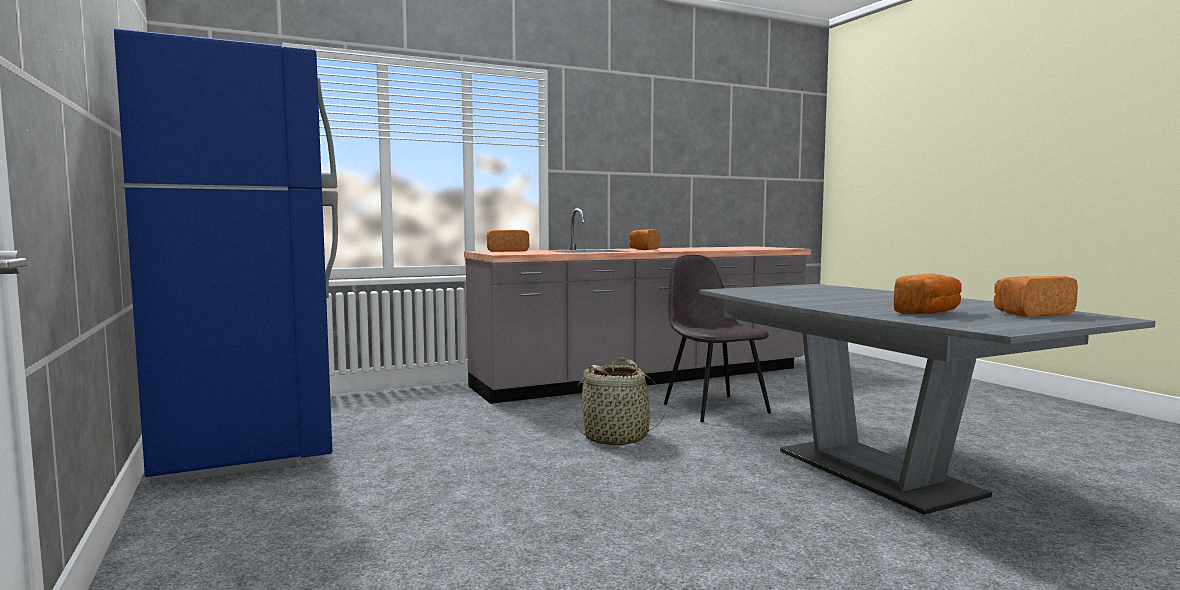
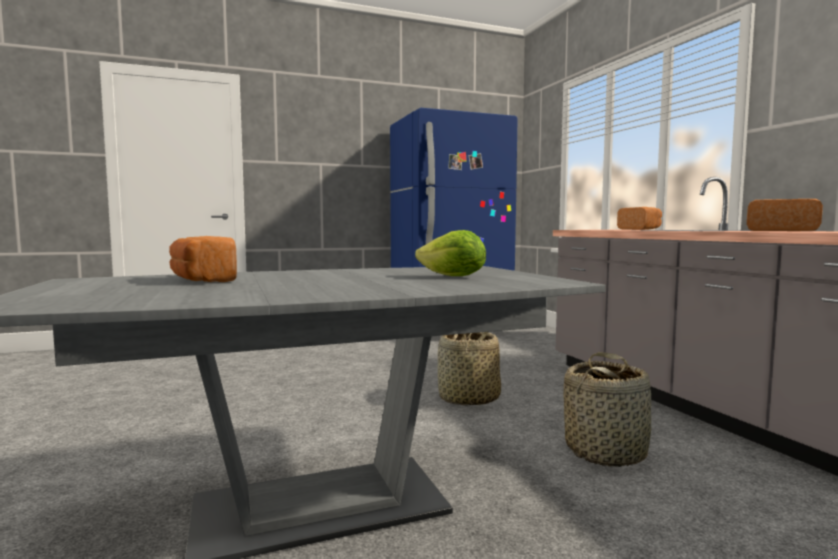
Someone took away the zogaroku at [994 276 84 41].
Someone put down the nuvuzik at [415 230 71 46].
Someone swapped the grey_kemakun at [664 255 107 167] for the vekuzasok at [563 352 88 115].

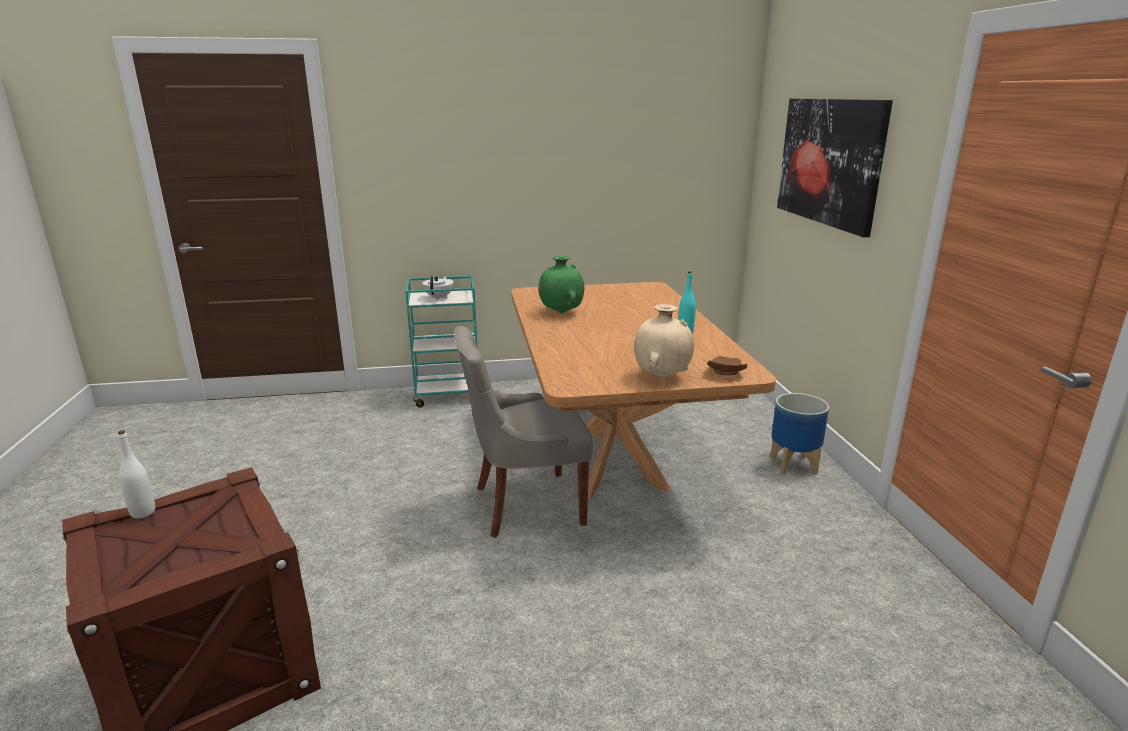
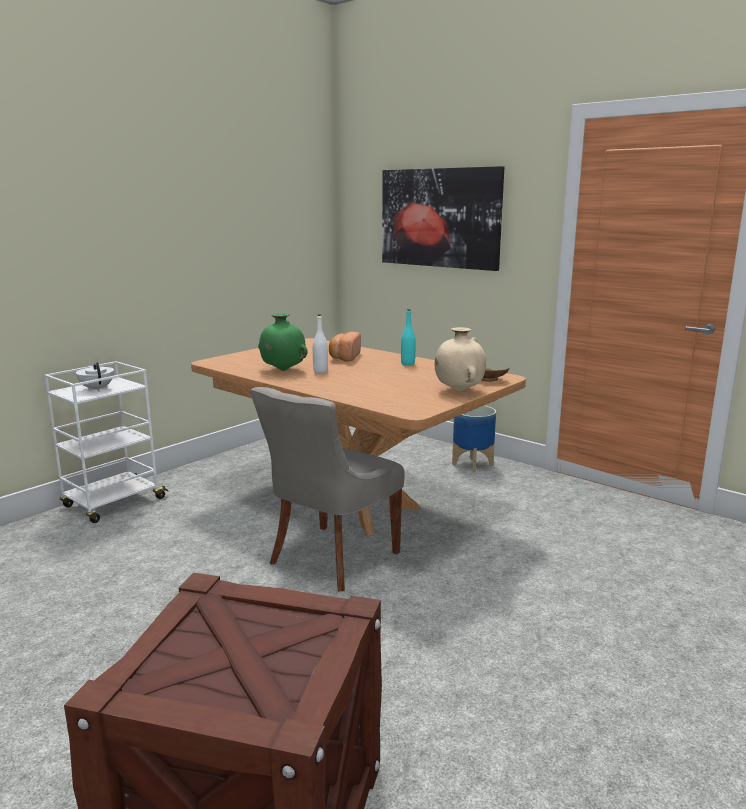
Someone put down the zogaroku at [329 332 32 29].
Someone carried the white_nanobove from [117 430 38 88] to [313 314 15 59].
Someone repainted the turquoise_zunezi at [405 276 73 131], which became the white_zunezi at [44 361 125 162].

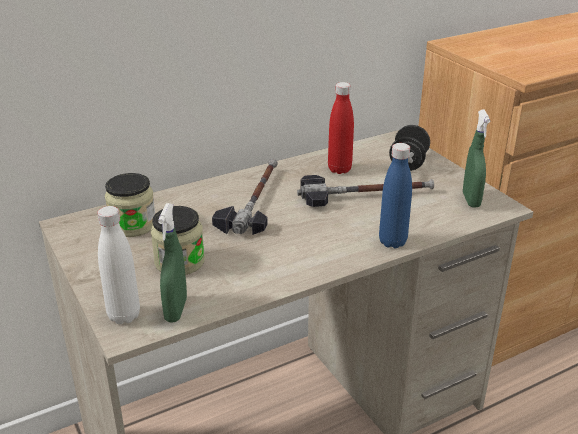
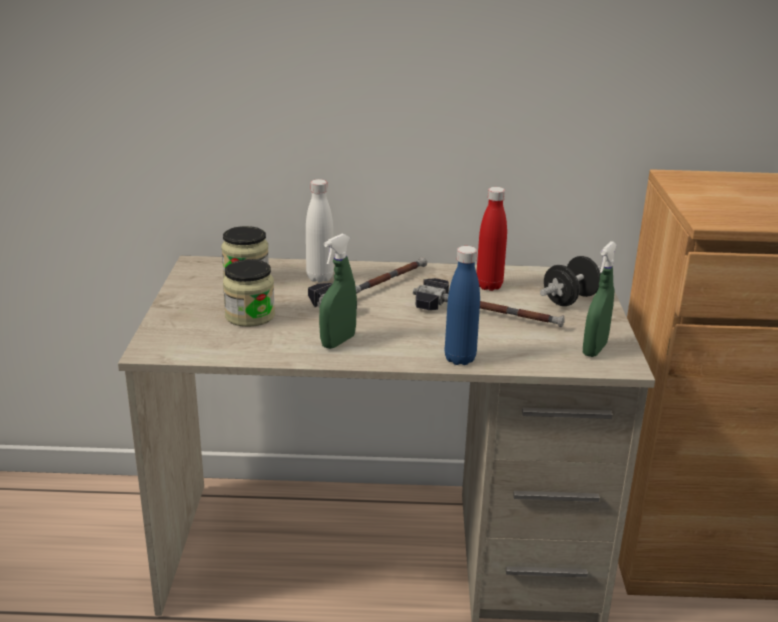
Someone carried the white_nanobove from [97 206 43 118] to [306 179 28 104].
Someone carried the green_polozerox from [158 203 29 120] to [319 234 38 115].

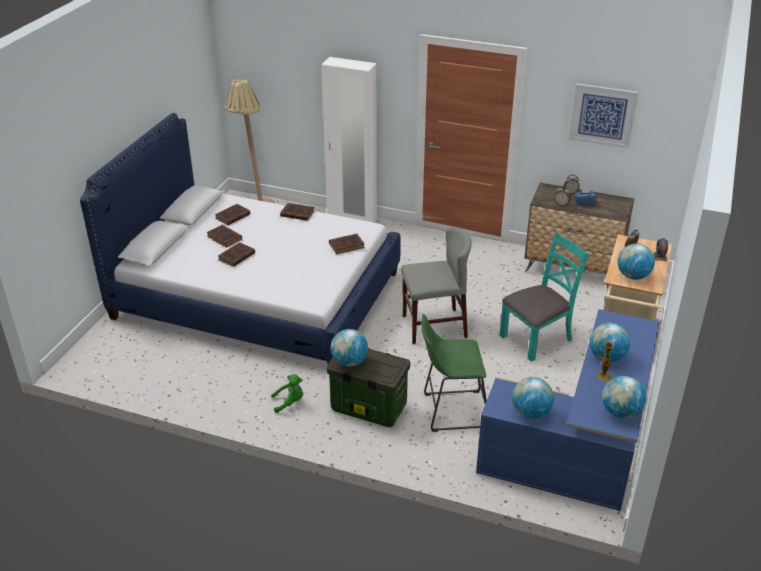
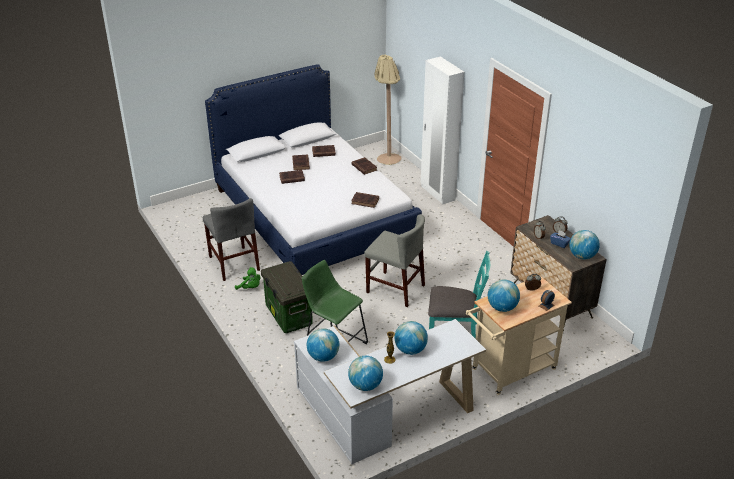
Someone took away the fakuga at [569 83 69 66].
Someone put down the grey_kemakun at [203 198 57 83].
Someone carried the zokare from [331 329 37 38] to [569 230 31 29].
Someone repainted the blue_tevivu at [476 309 184 202], which became the white_tevivu at [294 319 192 145].

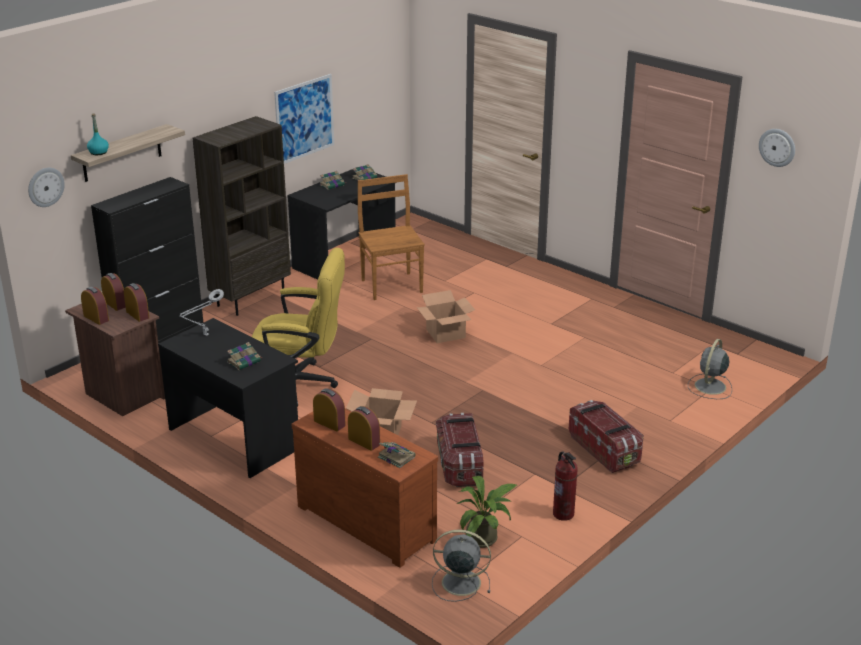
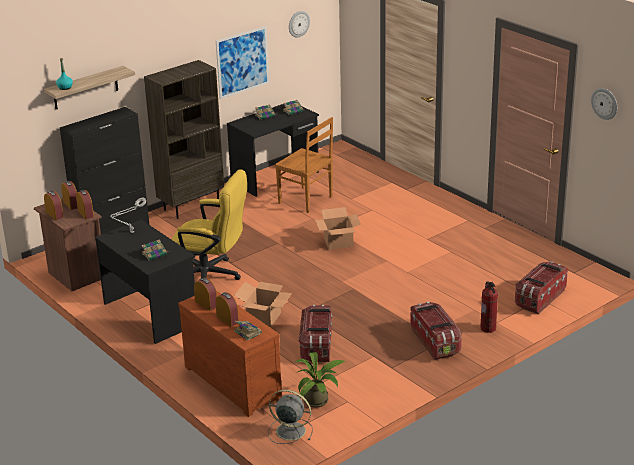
Someone carried the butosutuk from [28 168 37 39] to [289 11 21 26].
Someone carried the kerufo from [553 451 25 70] to [480 281 18 52].
Someone swapped the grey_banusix at [688 339 44 60] for the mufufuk at [515 261 53 53].
Someone rotated the brown_kemakun at [358 174 67 126] by 135 degrees clockwise.

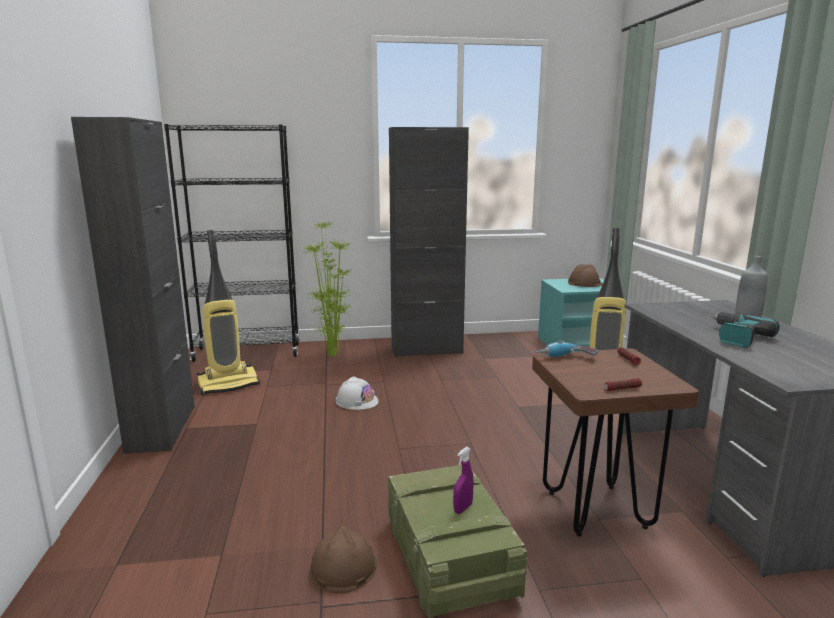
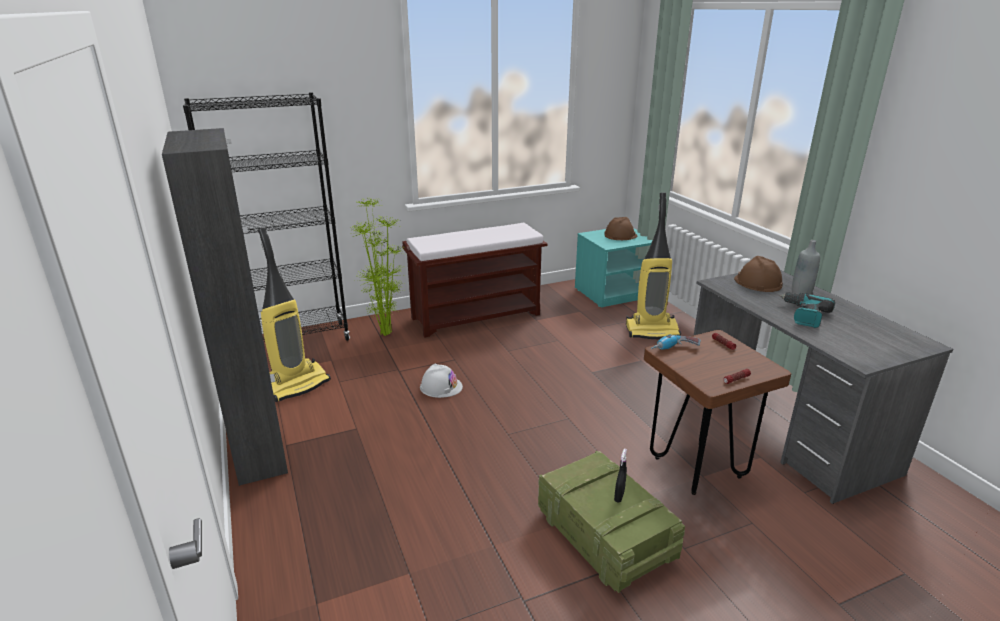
Someone carried the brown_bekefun from [310 526 67 67] to [734 256 49 36].
Someone swapped the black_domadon at [389 127 80 230] for the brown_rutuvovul at [402 223 146 115].
Someone repainted the purple_polozerox at [453 447 21 67], which became the black_polozerox at [614 449 13 54].

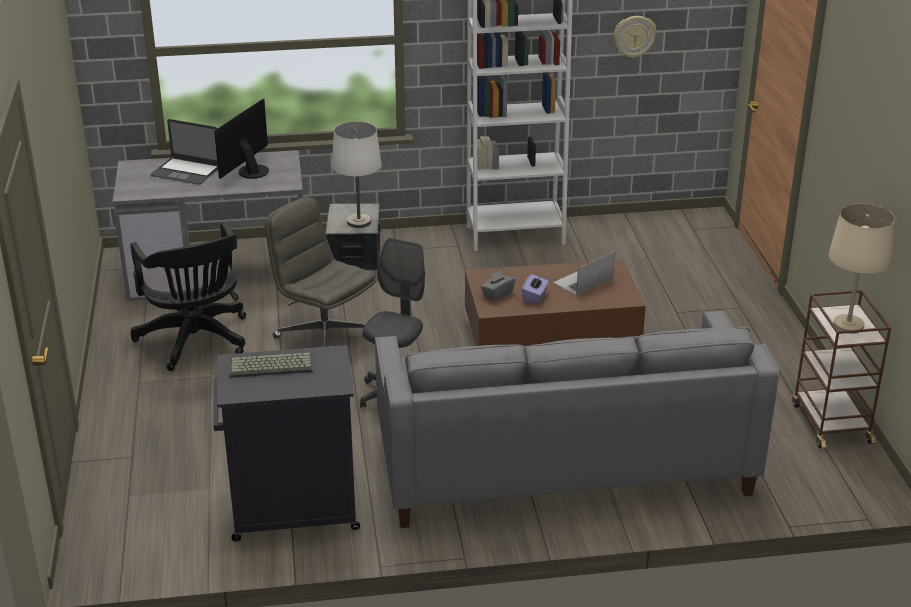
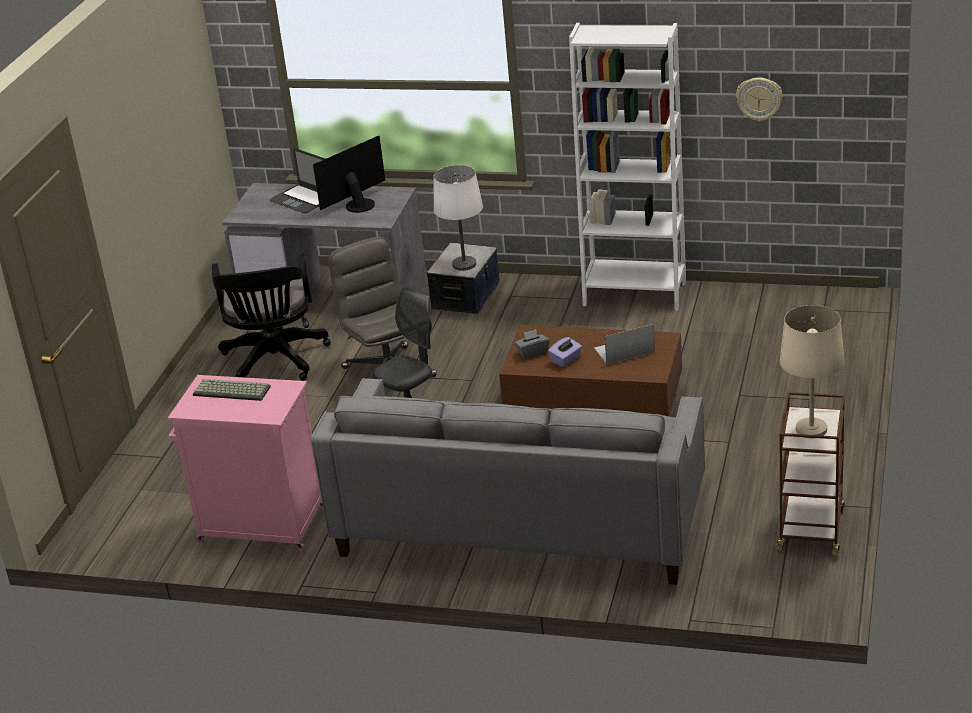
Someone repainted the black_domadon at [213 345 147 197], which became the pink_domadon at [168 375 155 176].

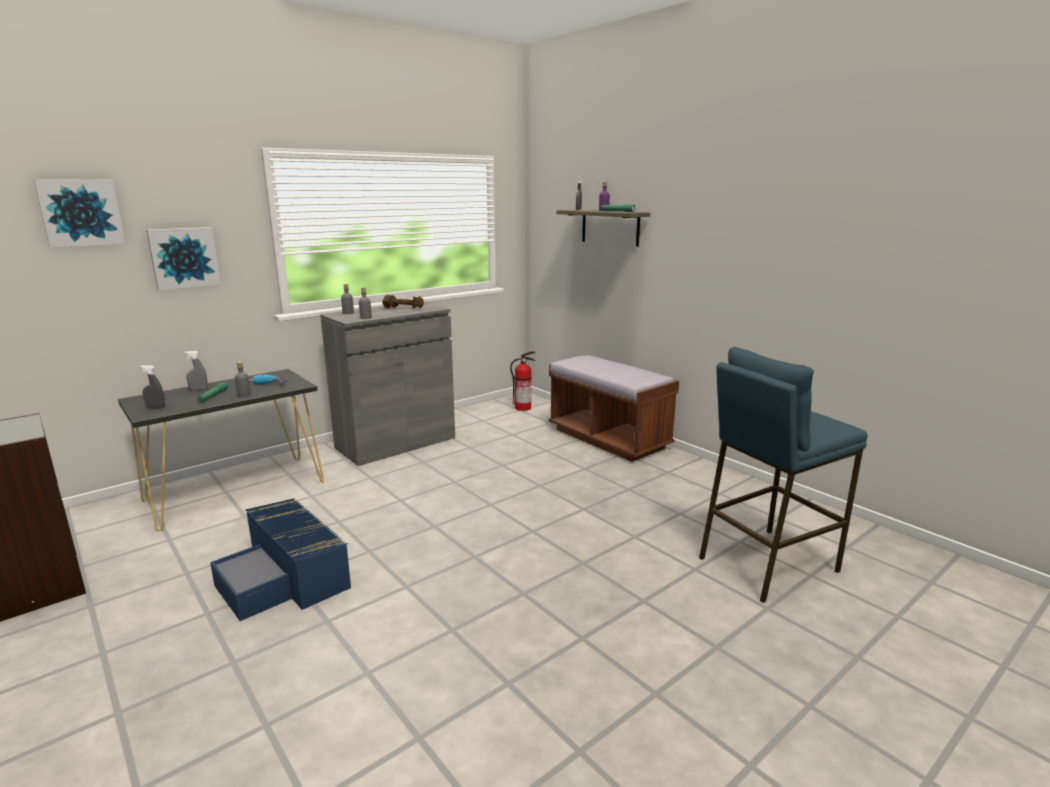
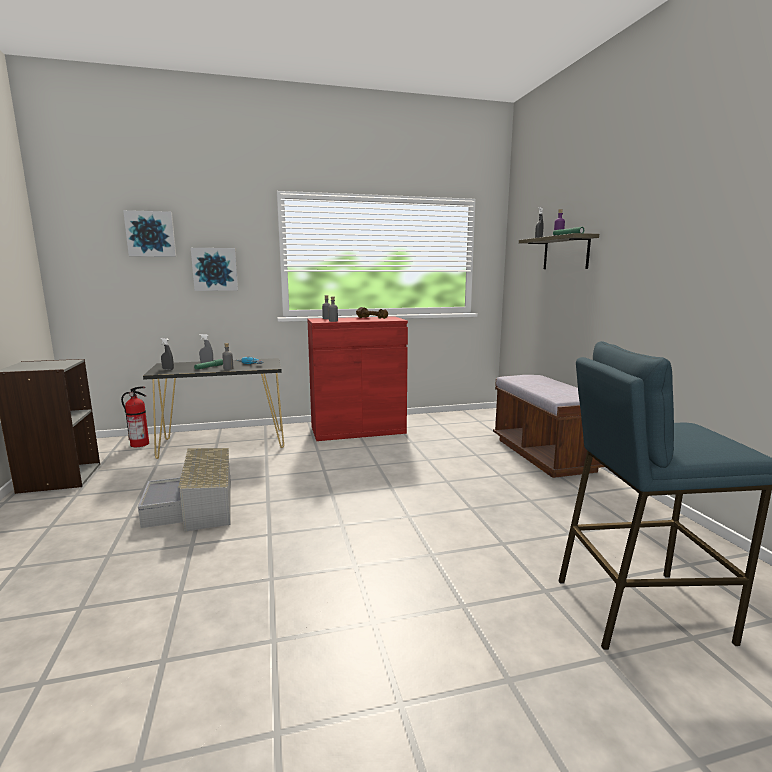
Someone carried the kerufo from [510 351 25 60] to [121 386 28 61].
Someone repainted the blue_mufufuk at [210 498 141 123], which became the grey_mufufuk at [138 448 93 84].
Someone repainted the grey_domadon at [320 302 135 164], which became the red_domadon at [307 316 101 125].

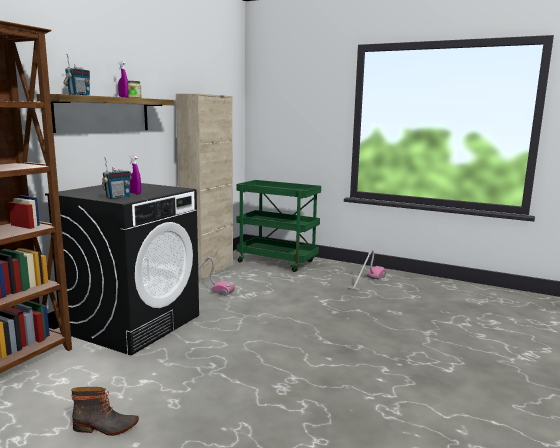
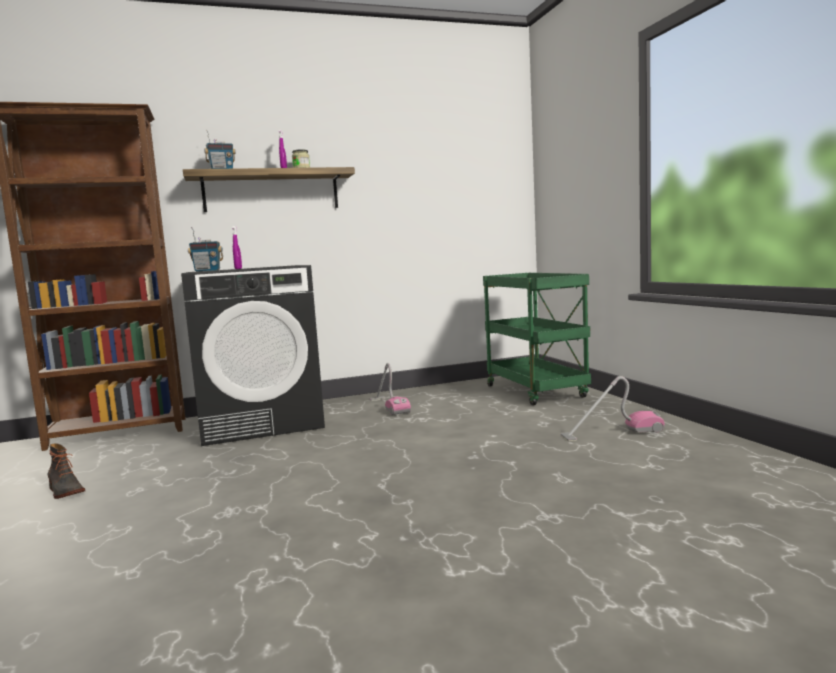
Someone took away the beige_domadon at [176 94 57 186].

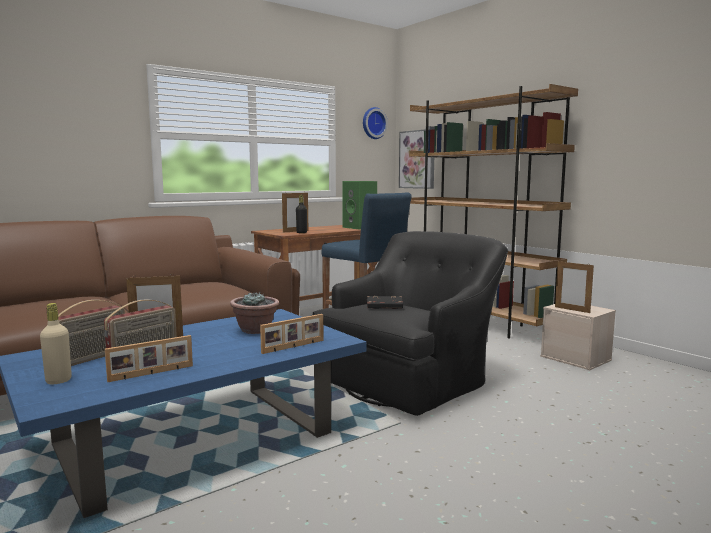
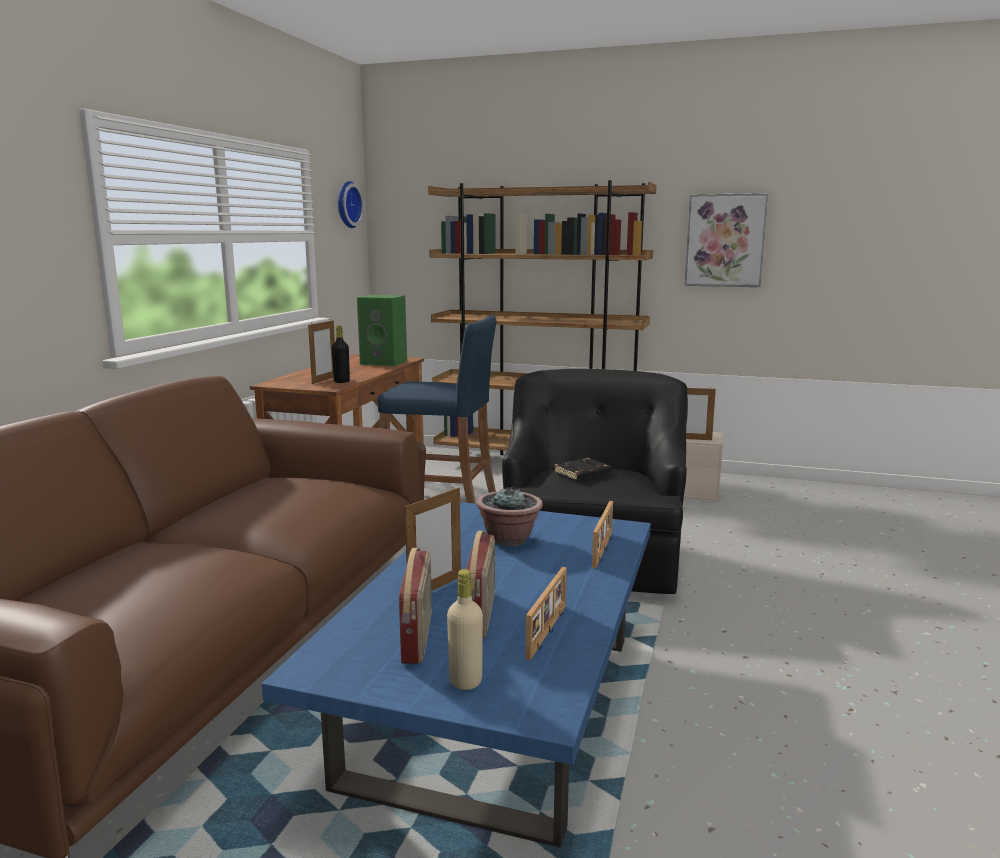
Someone carried the fakuga from [399 129 35 60] to [685 193 83 94].

